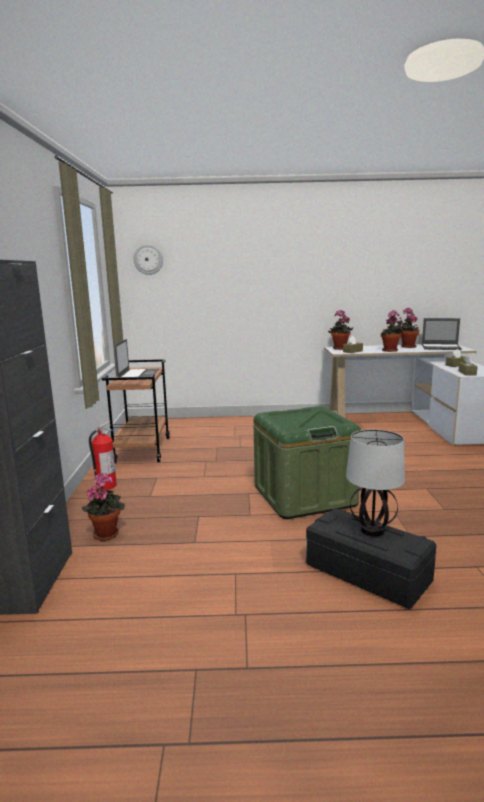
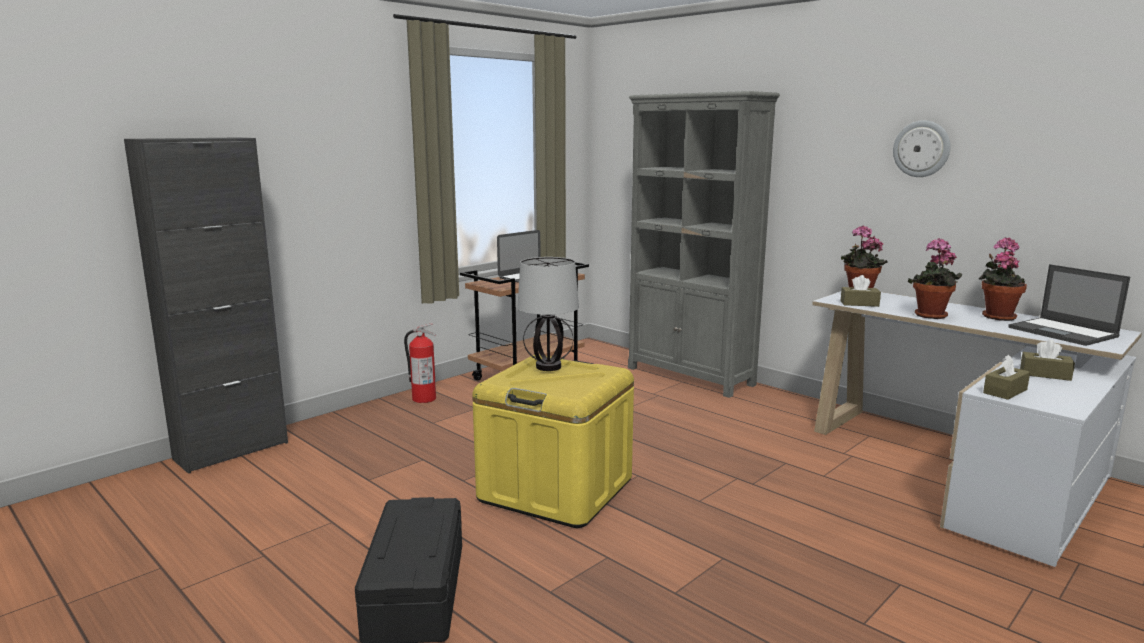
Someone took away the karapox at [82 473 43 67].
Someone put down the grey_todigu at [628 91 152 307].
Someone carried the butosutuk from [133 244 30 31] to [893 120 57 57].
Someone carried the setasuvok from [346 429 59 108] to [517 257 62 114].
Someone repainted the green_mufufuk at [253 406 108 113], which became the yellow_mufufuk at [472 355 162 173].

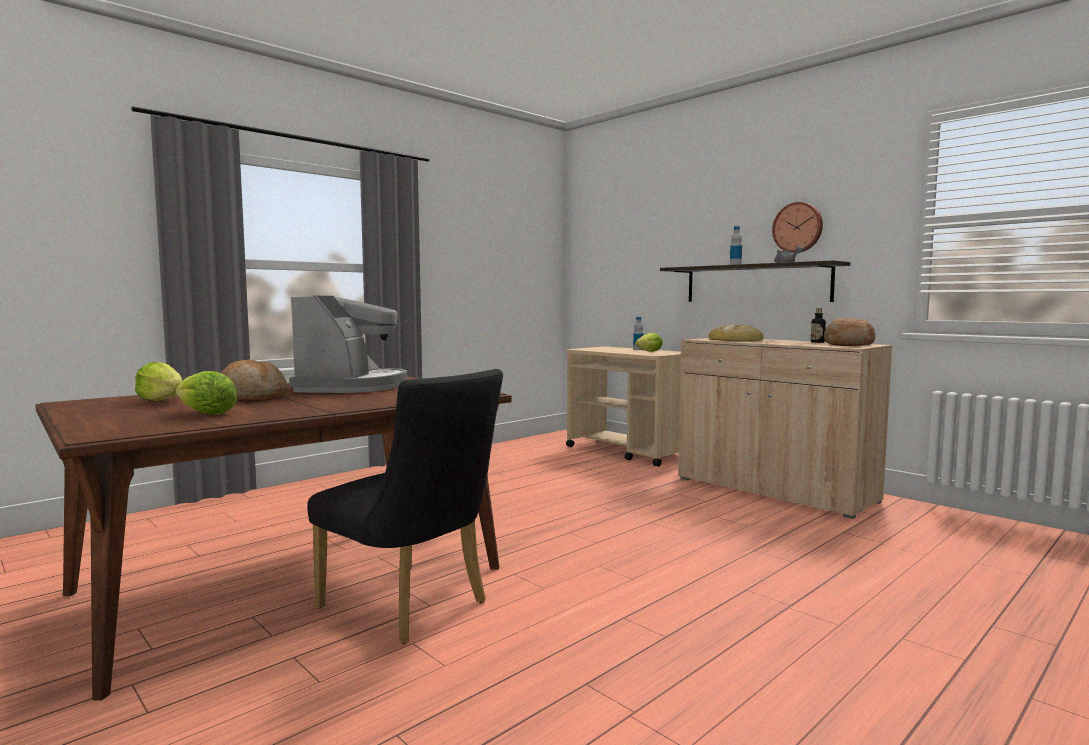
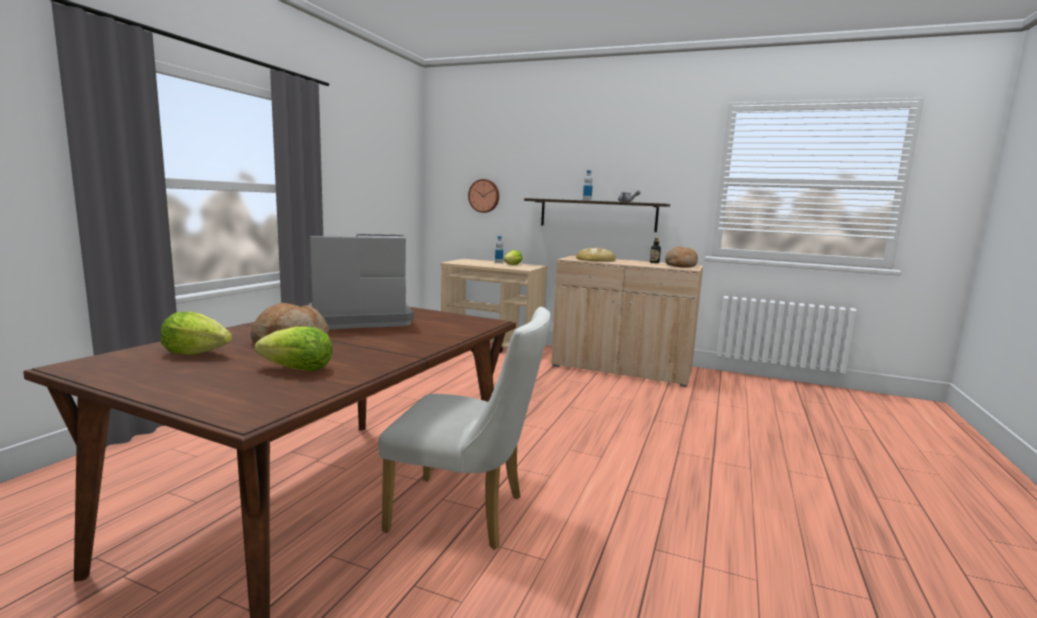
Someone carried the butosutuk from [772 202 51 51] to [468 179 31 34].
Someone repainted the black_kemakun at [307 369 196 275], which became the white_kemakun at [378 307 172 243].
Someone rotated the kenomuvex at [289 296 118 97] by 90 degrees counterclockwise.

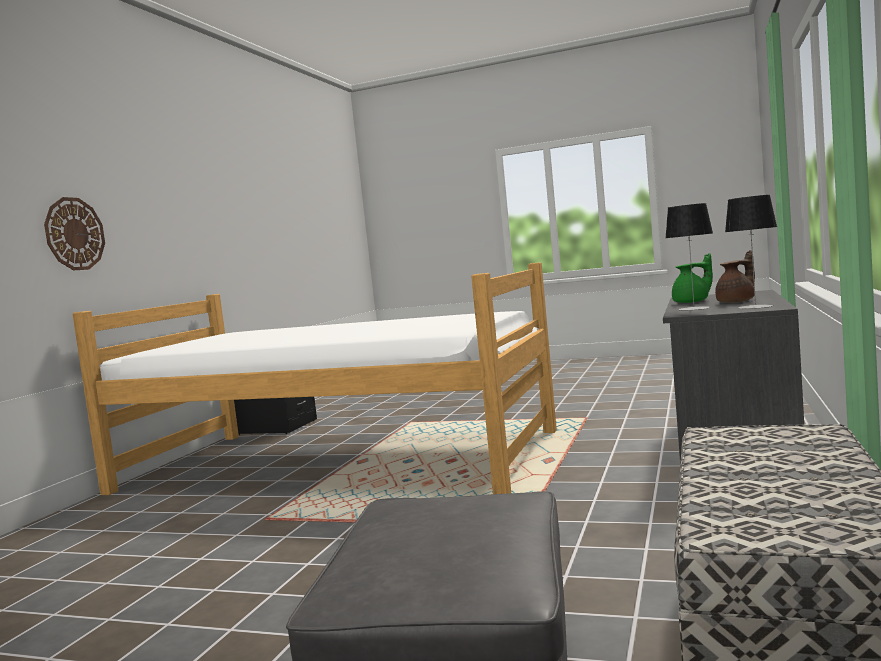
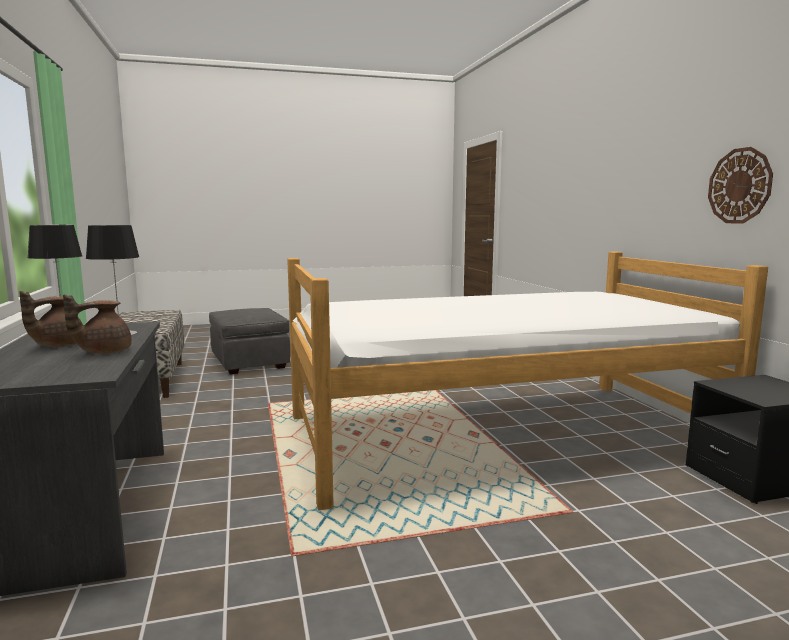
Someone carried the butosutuk from [44 197 61 73] to [708 147 65 77].
Someone repainted the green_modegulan at [672 253 41 50], which became the brown_modegulan at [63 294 69 60].

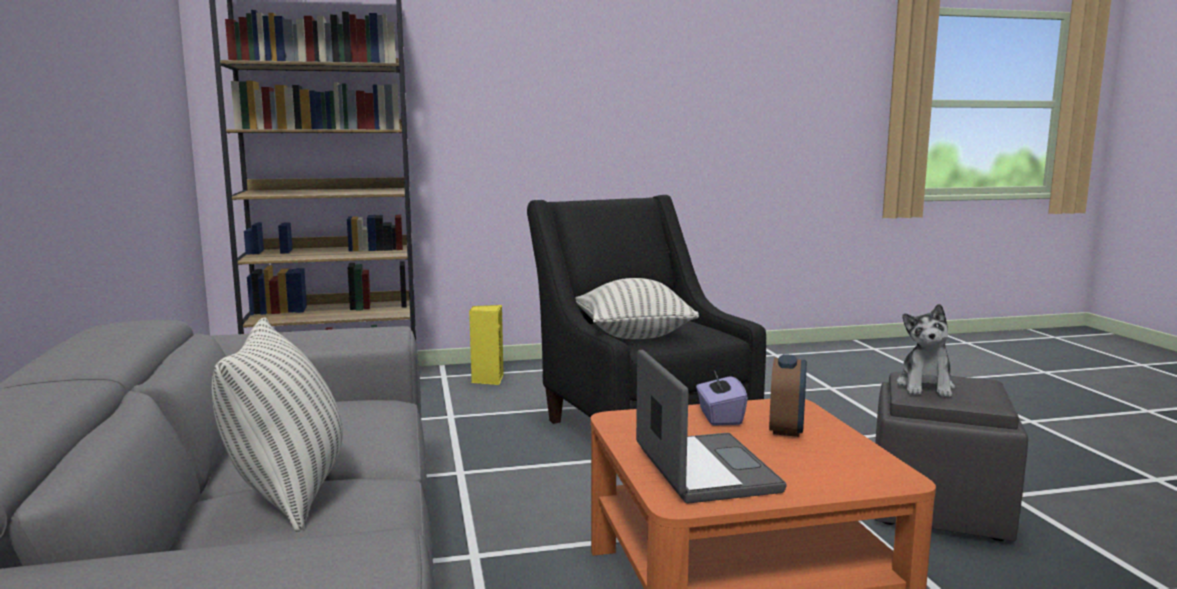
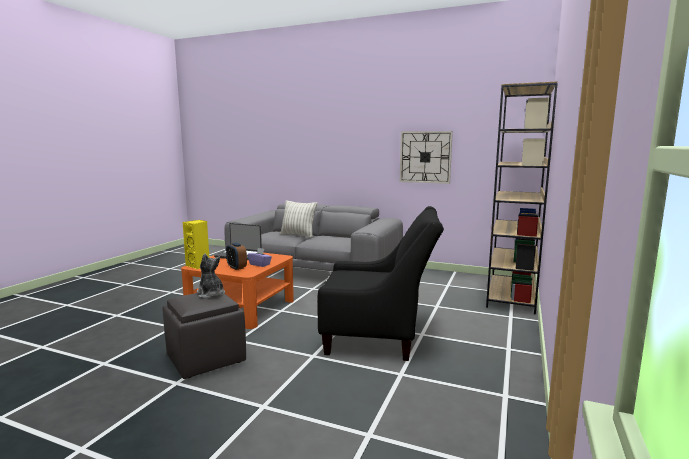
Someone took away the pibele at [575 278 124 61].
Someone put up the butosutuk at [400 131 53 53].
Someone carried the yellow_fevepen from [469 305 35 80] to [182 220 27 49].

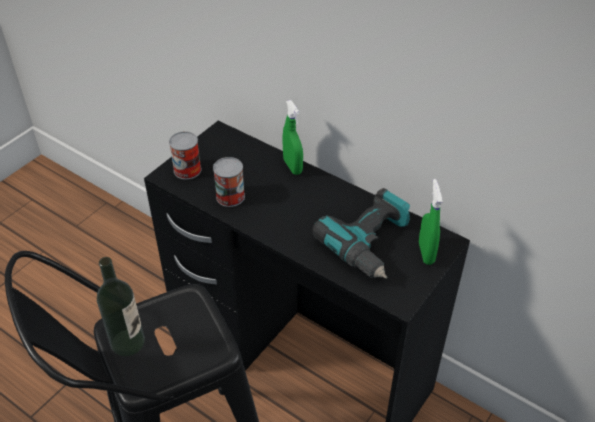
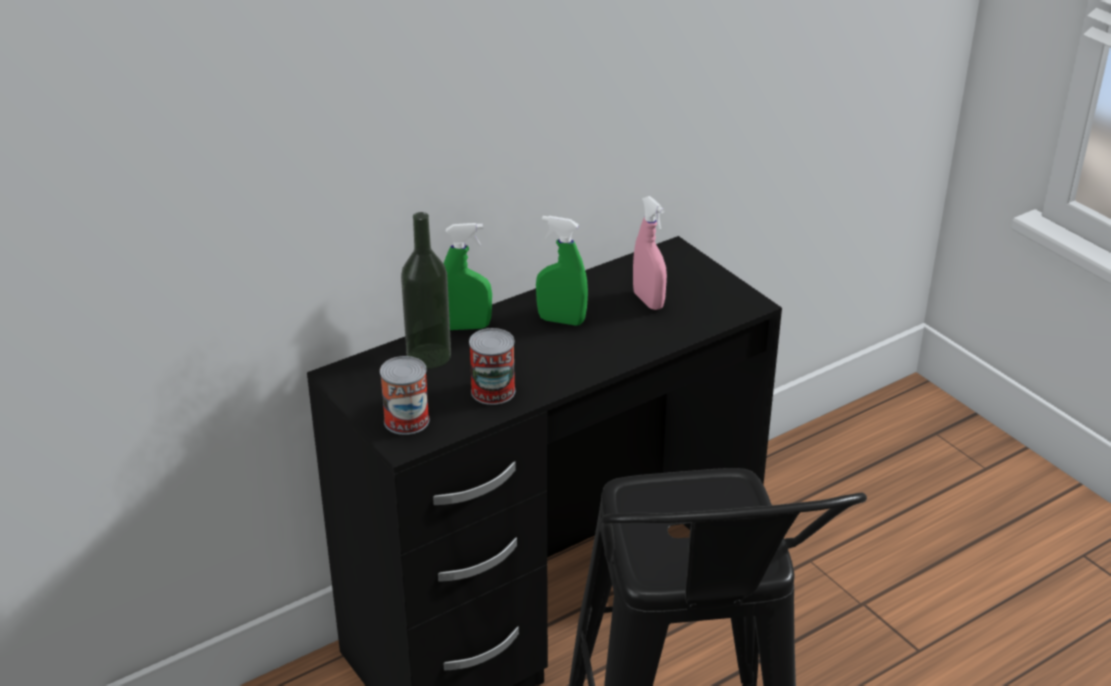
Someone carried the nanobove from [97 257 48 100] to [401 212 50 157].
Someone carried the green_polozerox from [419 179 24 86] to [536 216 52 110].
Someone swapped the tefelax at [312 188 98 91] for the pink_polozerox at [633 196 34 114].

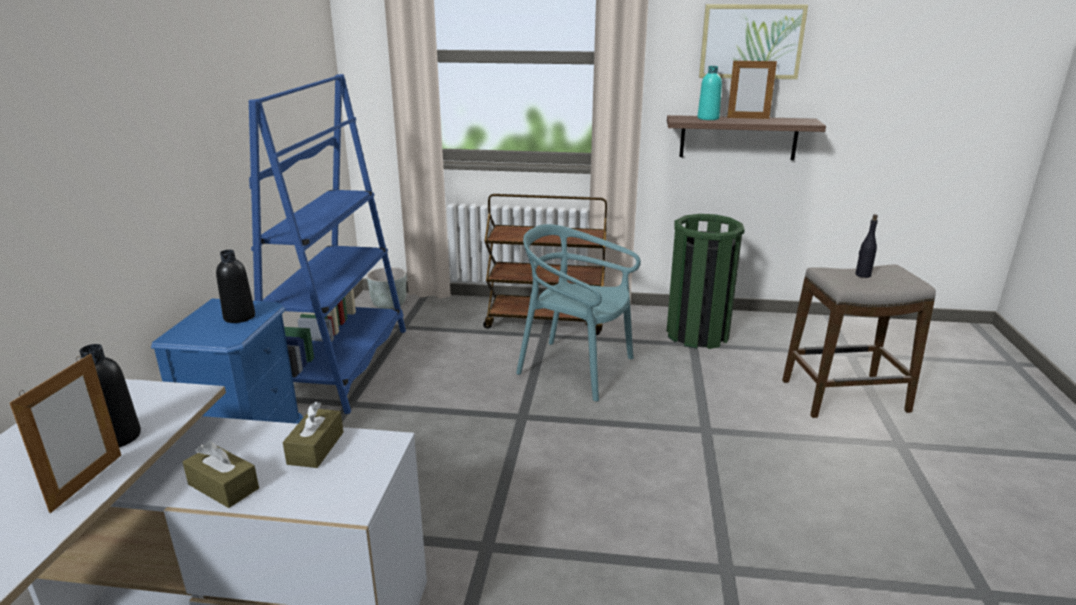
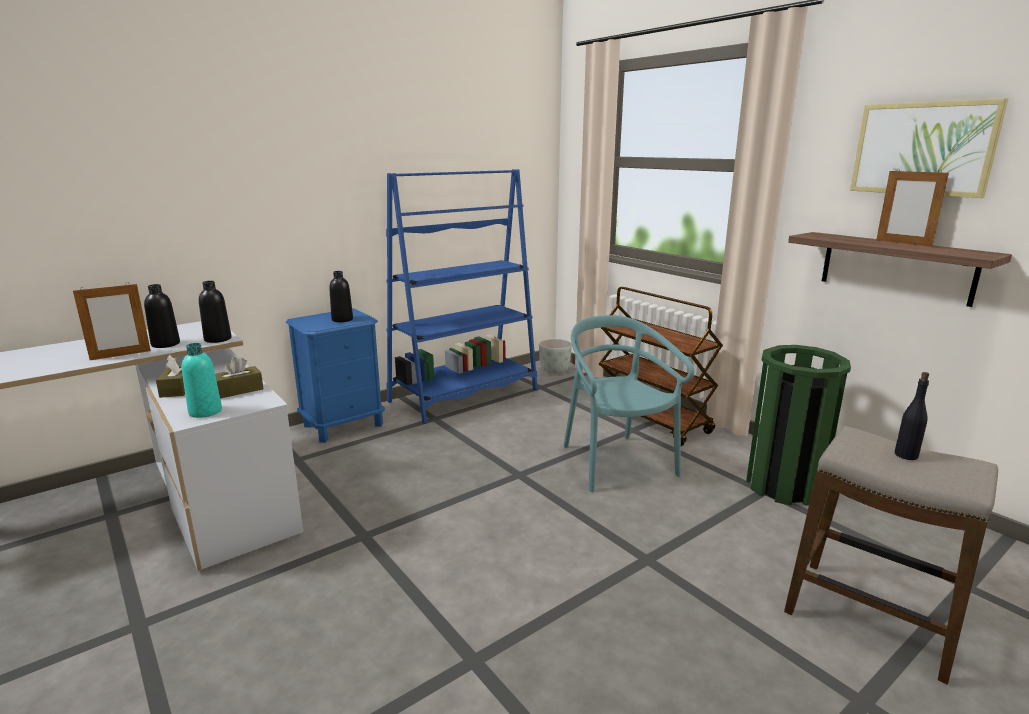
Someone put down the black_nanobove at [199 281 32 62].
Someone carried the turquoise_nanobove from [698 66 24 54] to [182 343 40 75].

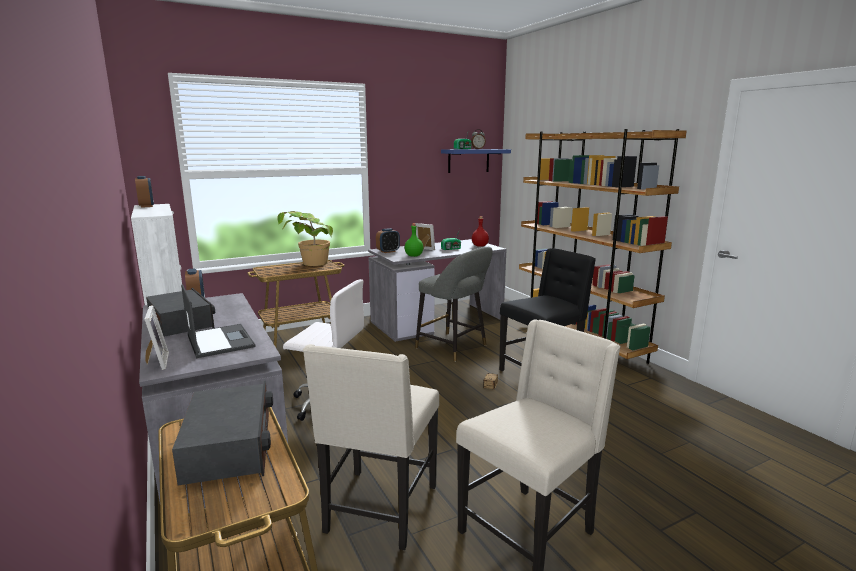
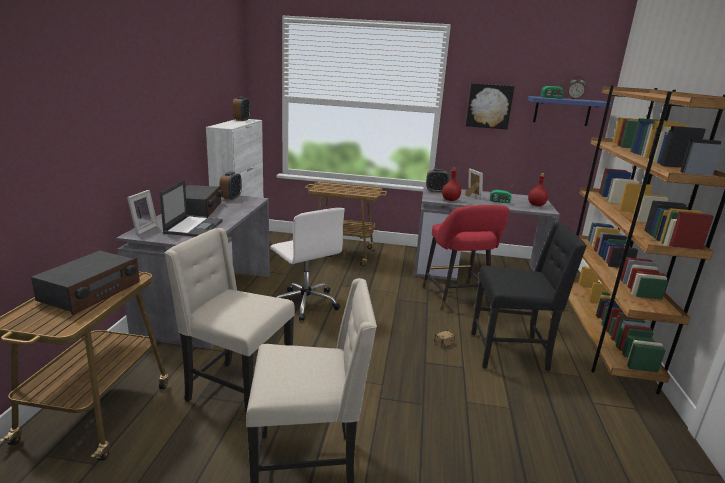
Someone took away the karapox at [278 211 55 55].
Someone put up the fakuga at [466 83 48 46].
Someone repainted the green_nanobove at [405 223 18 34], which became the red_nanobove at [442 168 19 33].
Someone repainted the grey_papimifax at [415 247 77 115], which became the red_papimifax at [423 205 86 106].
Someone rotated the beige_kemakun at [303 344 136 206] by 60 degrees clockwise.

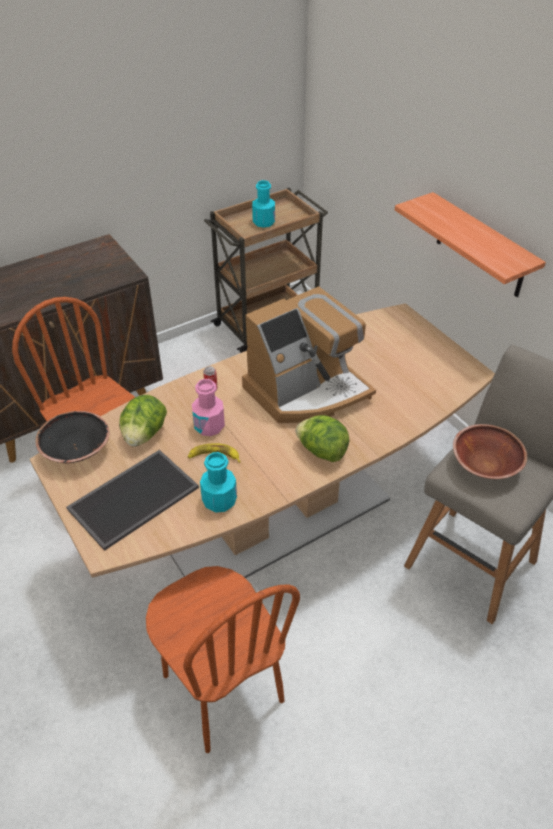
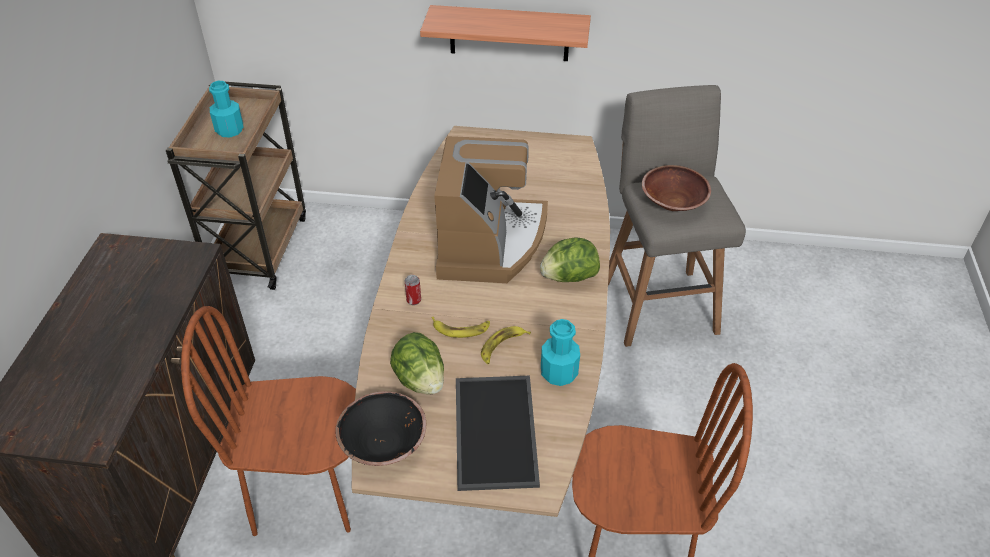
Someone swapped the pink_nanobove at [192 379 33 57] for the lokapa at [432 317 58 21].

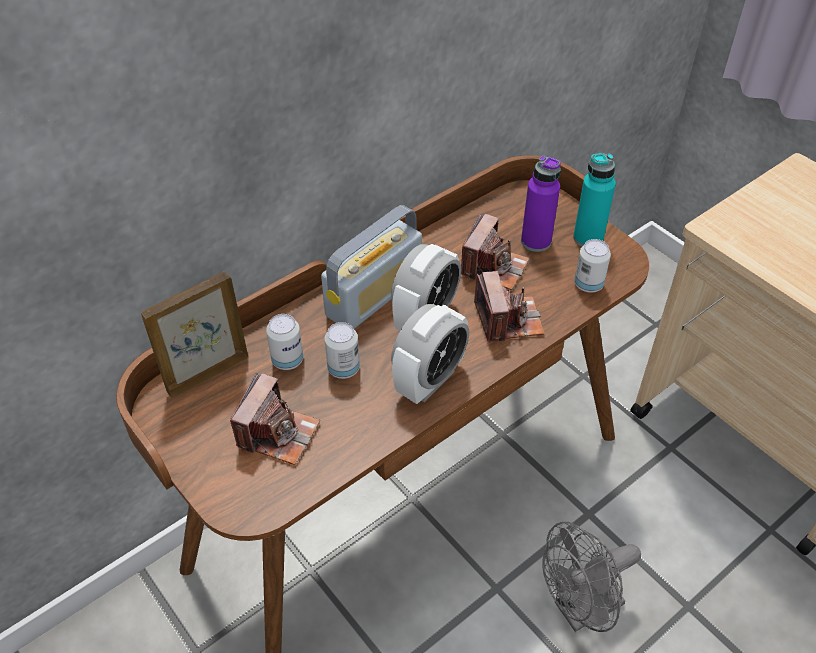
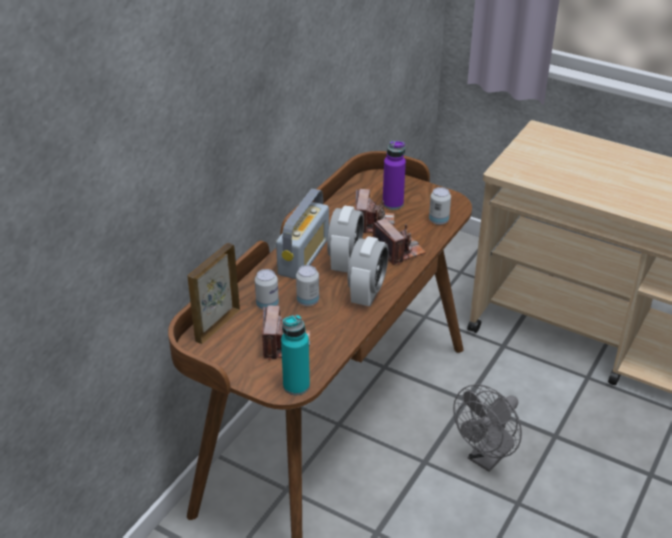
Someone carried the turquoise_nanobove from [573 153 43 94] to [281 315 29 80].

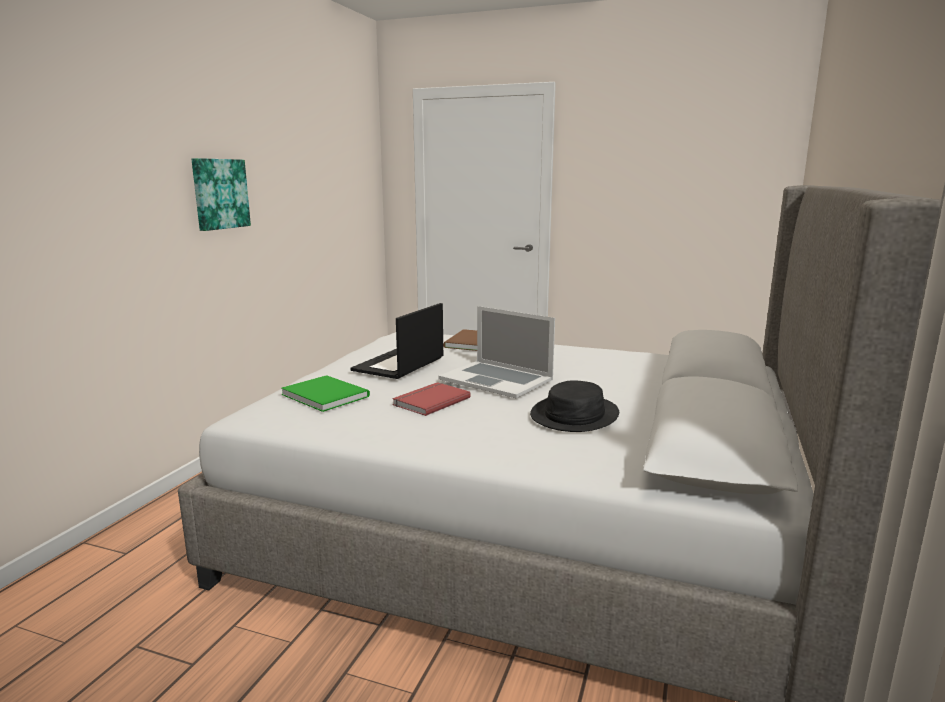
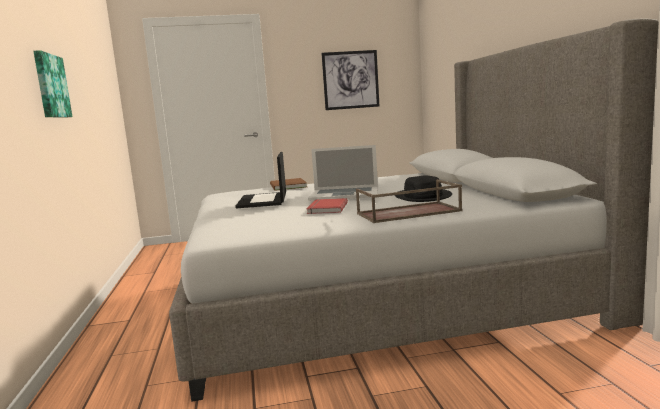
Someone took away the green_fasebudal at [281 375 89 37].
Someone put up the fakuga at [321 50 58 60].
Someone put down the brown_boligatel at [356 179 107 44].

